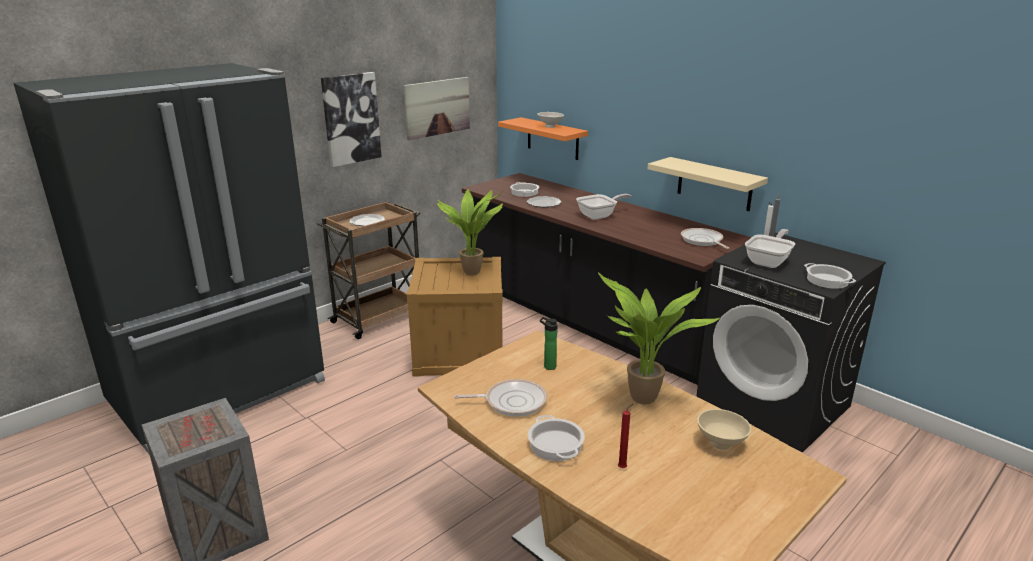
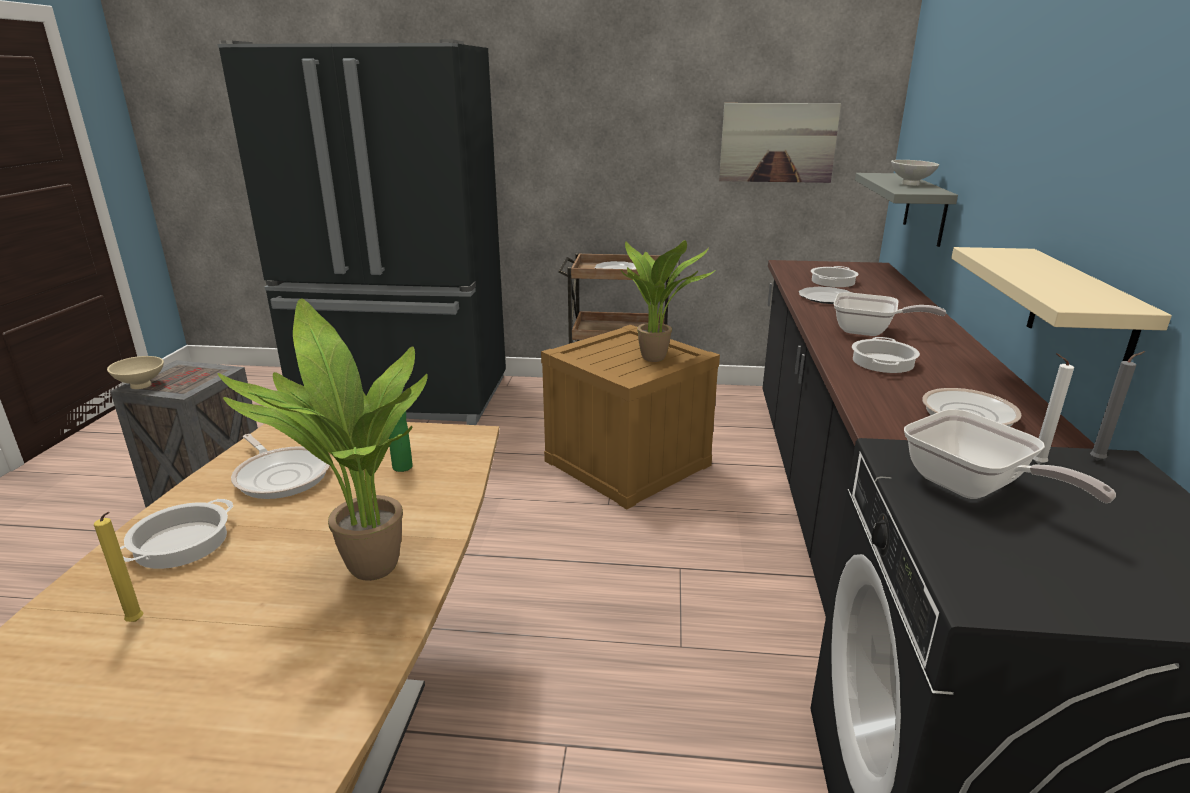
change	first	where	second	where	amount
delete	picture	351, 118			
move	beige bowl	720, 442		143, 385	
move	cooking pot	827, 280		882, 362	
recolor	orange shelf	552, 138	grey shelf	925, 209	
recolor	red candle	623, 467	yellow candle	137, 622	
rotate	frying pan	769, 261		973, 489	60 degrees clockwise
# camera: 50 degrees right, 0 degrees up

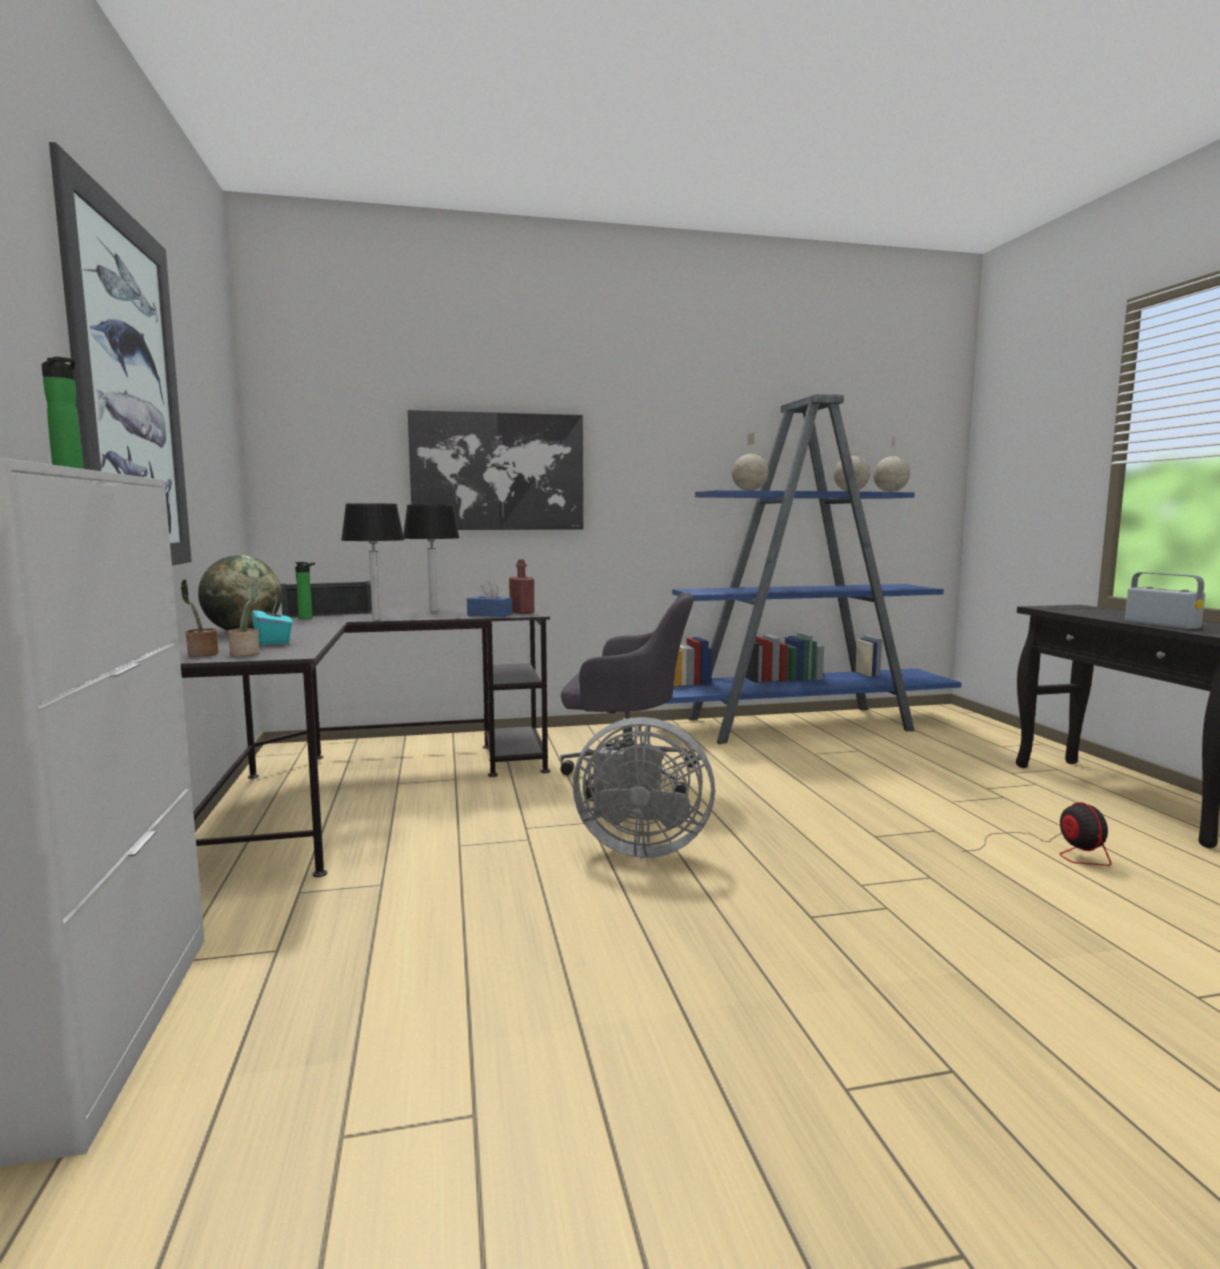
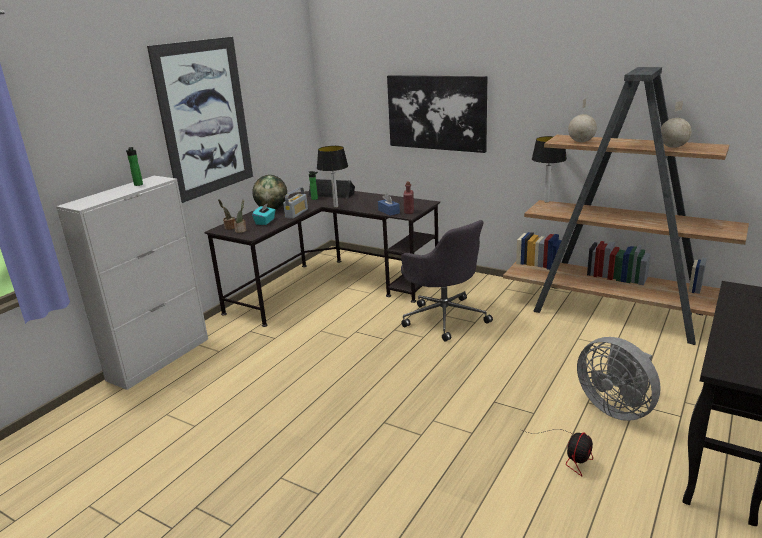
change	first	where	second	where	amount
delete	globe	890, 491			
move	table lamp	433, 611		546, 201	
move	grey fan	639, 846		616, 407	
move	radio	1161, 624		296, 213	
recolor	blue bookcase	801, 725	brown bookcase	619, 313	
# camera: 45 degrees right, 15 degrees up

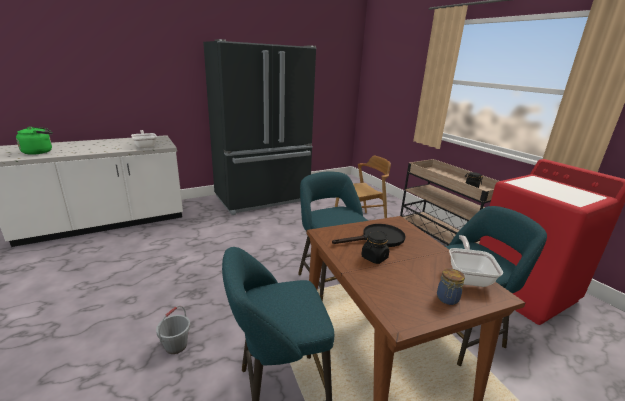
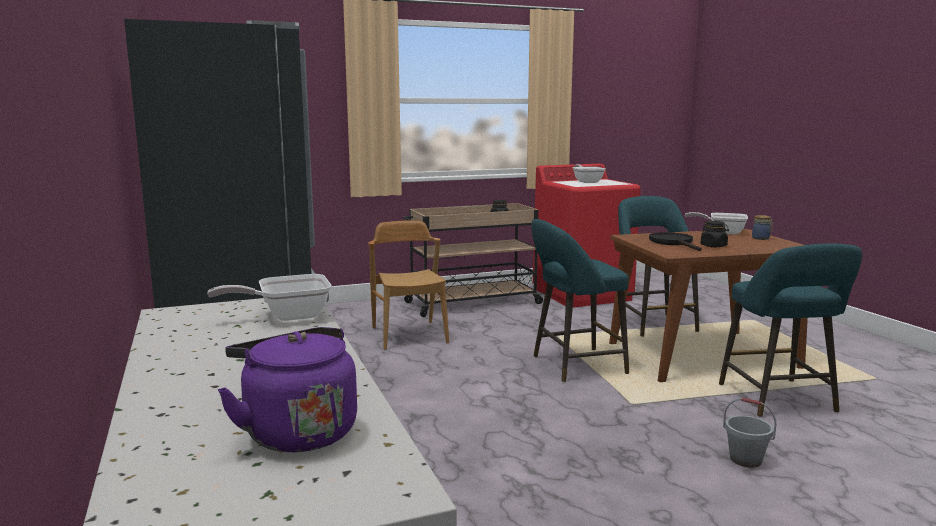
change	first	where	second	where	amount
insert			frying pan	587, 182	
recolor	green kettle	39, 152	purple kettle	297, 432	
# camera: 80 degrees left, 10 degrees down

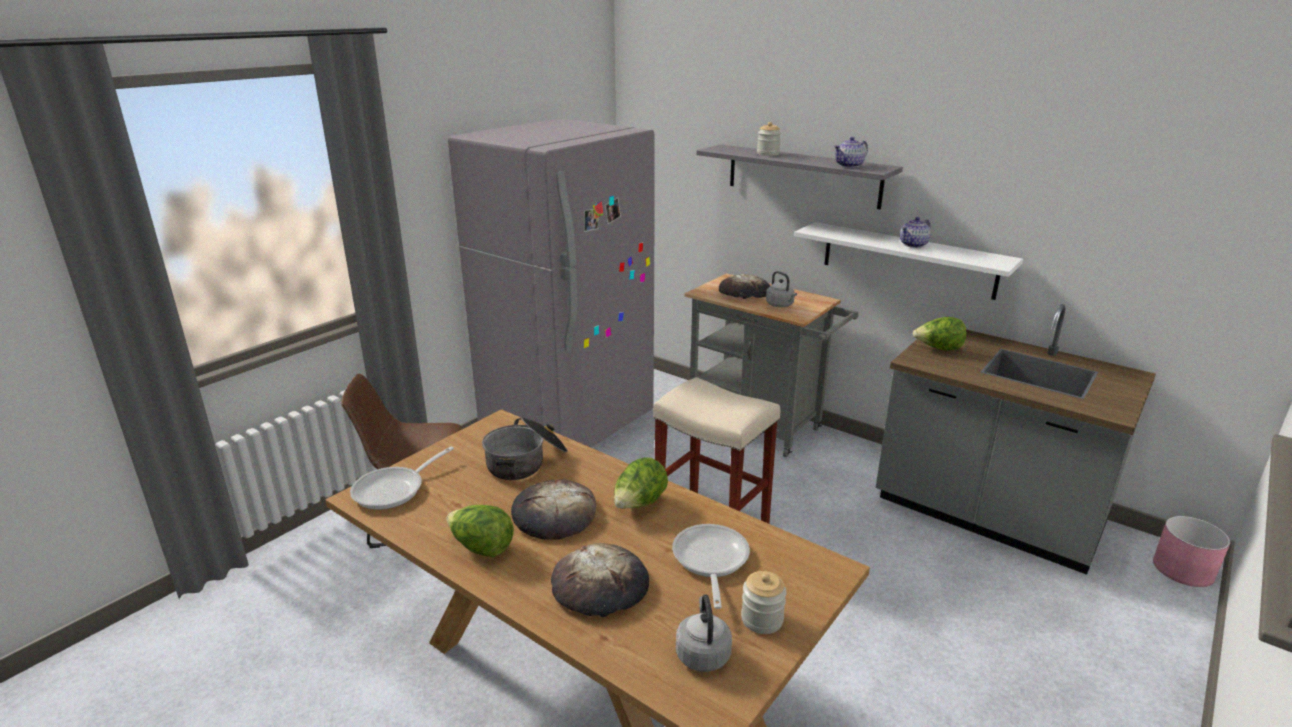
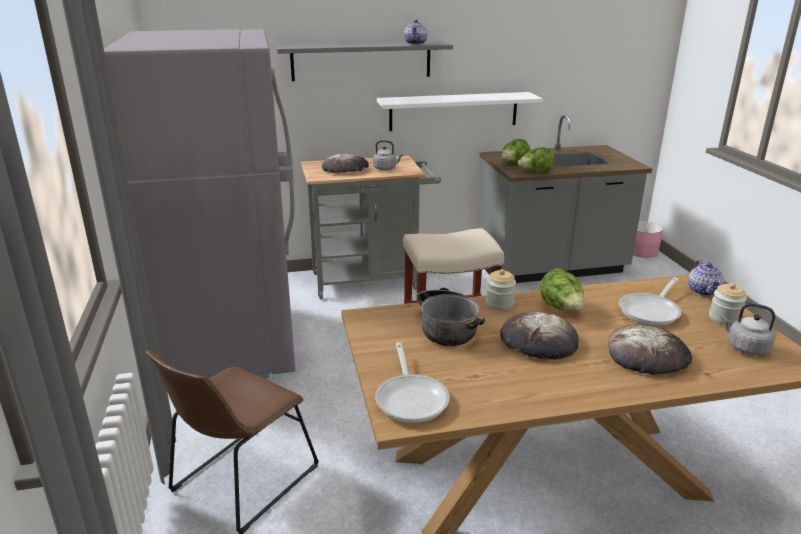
change	first	where	second	where	amount
move	lettuce	481, 548		535, 172	
move	jar	768, 154		499, 304	
move	teapot	914, 245		703, 291	
rotate	frying pan	710, 561		651, 311	90 degrees counterclockwise
# camera: 50 degrees left, 0 degrees up

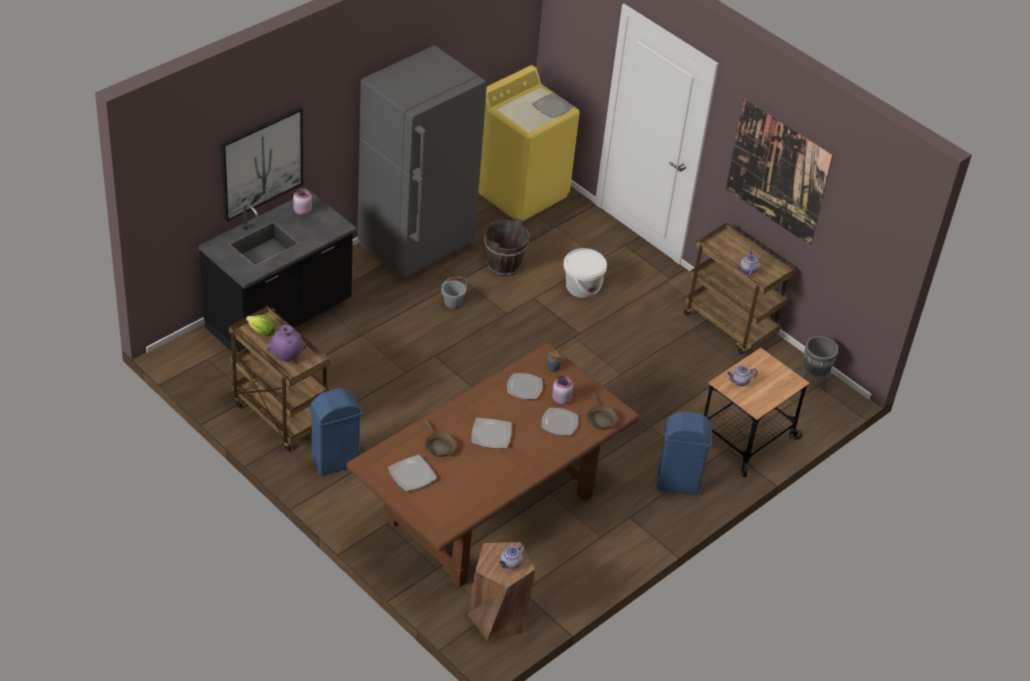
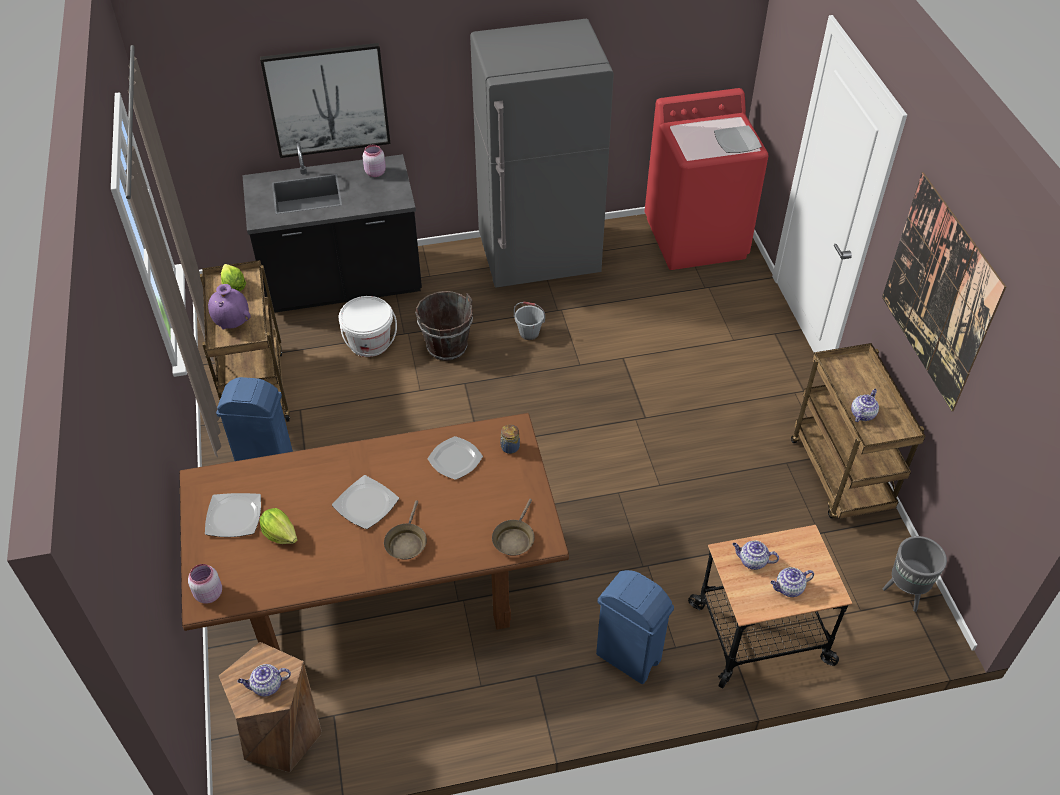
change	first	where	second	where	amount
delete	plate	559, 423			
insert			lettuce	280, 534	
insert			teapot	788, 588	
move	brown frying pan	438, 446		406, 542	
move	brown bucket	504, 266		447, 347	
move	pink jar	560, 399		208, 593	
move	white bucket	582, 287		369, 343	
recolor	yellow washing machine	520, 192	red washing machine	696, 237	
# camera: 35 degrees right, 5 degrees up

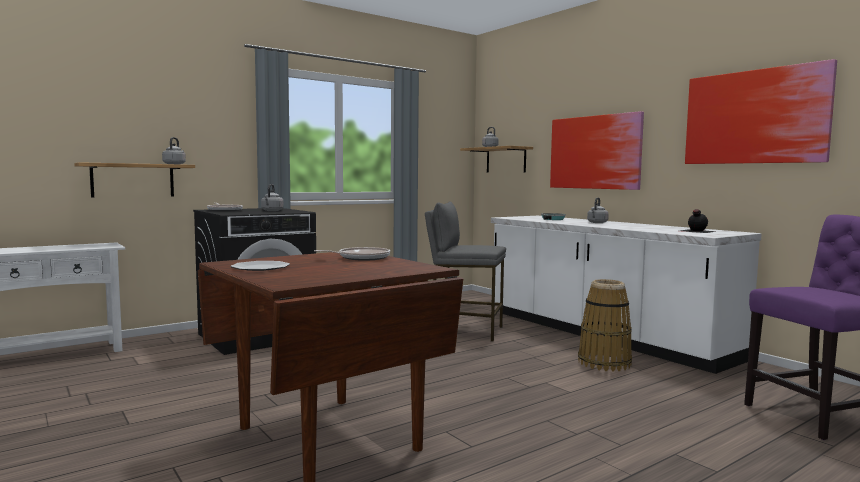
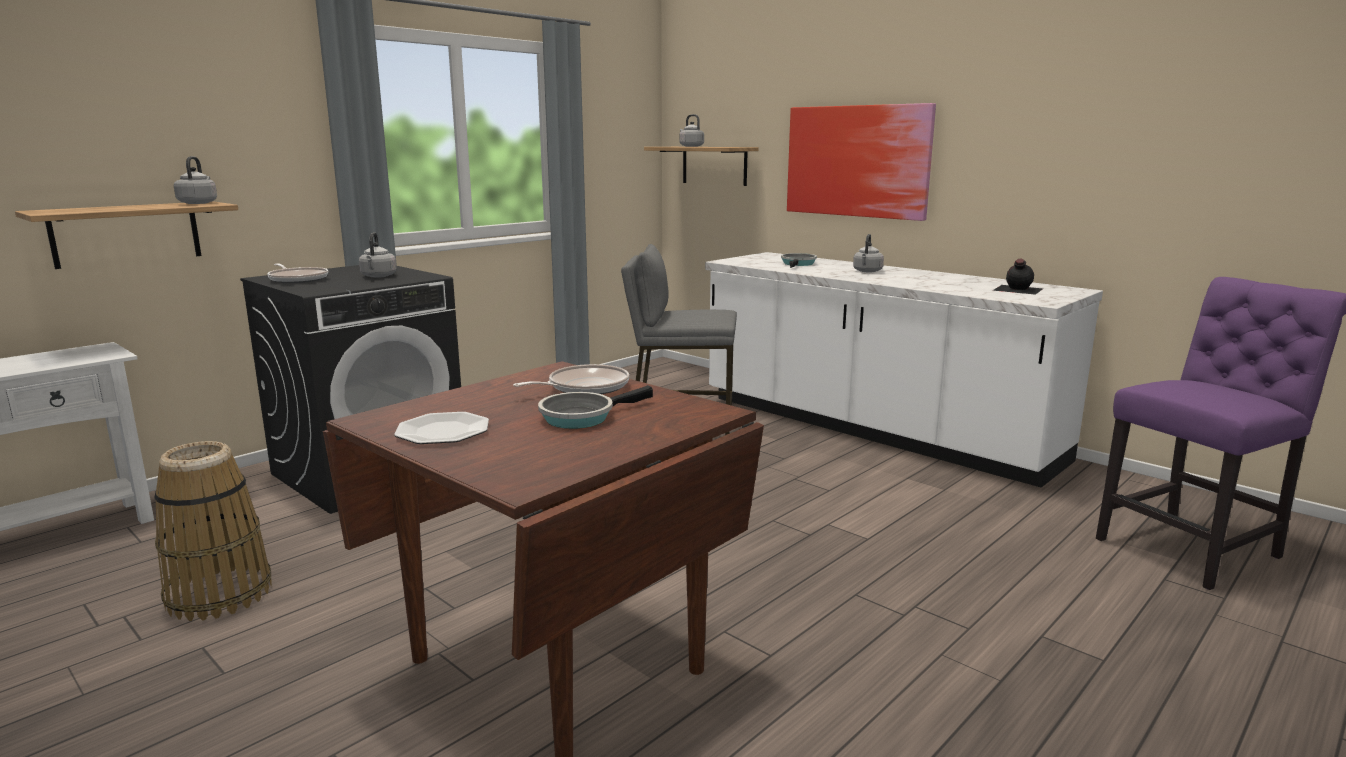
change	first	where	second	where	amount
delete	picture	755, 117			
insert			frying pan	582, 417	
move	basket	604, 363		219, 594	
# camera: 10 degrees left, 10 degrees up

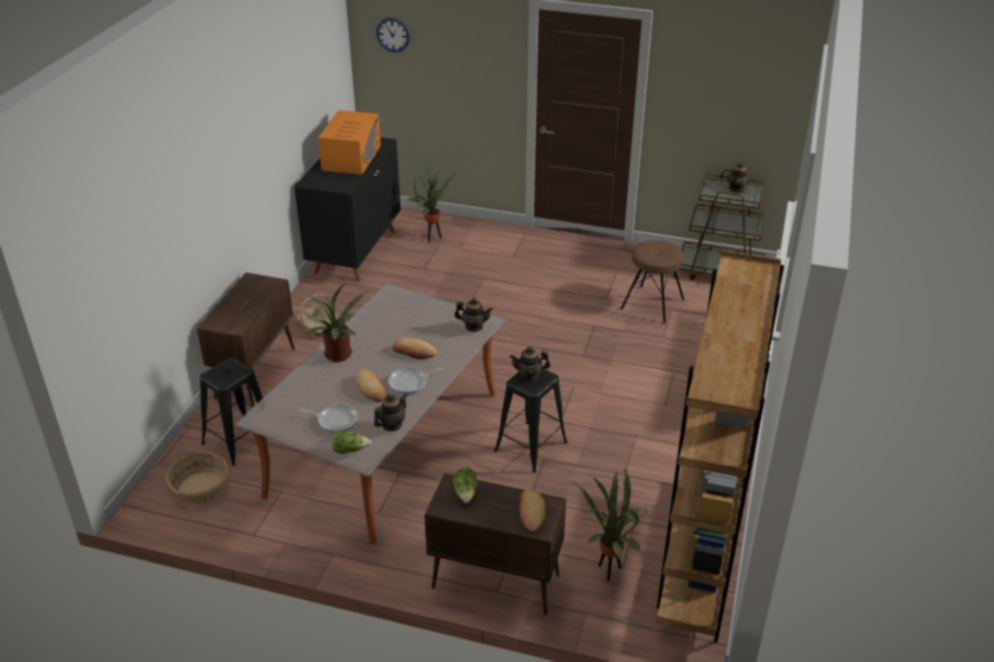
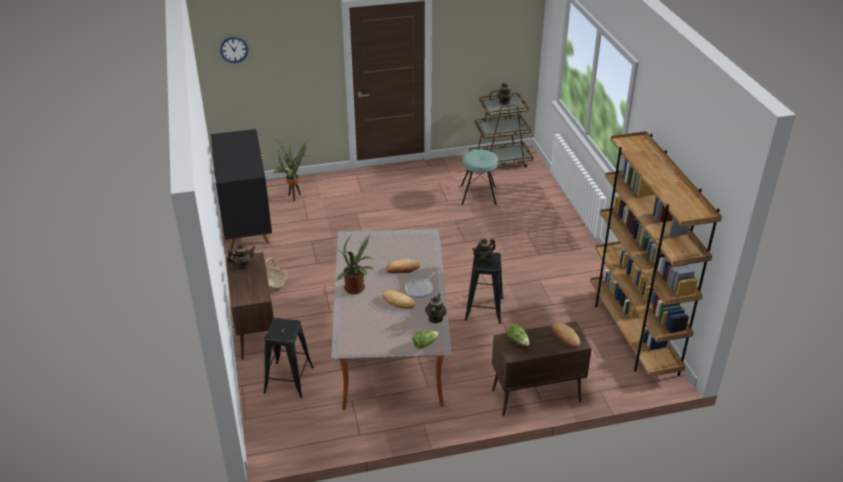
change	first	where	second	where	amount
delete	basket	201, 488			
delete	frying pan	336, 420			
delete	orange microwave	351, 157			
delete	potted plant	608, 572			
move	teapot	474, 327		243, 265	
recolor	brown stool	652, 304	turquoise stool	478, 195	
# camera: 30 degrees left, 0 degrees up

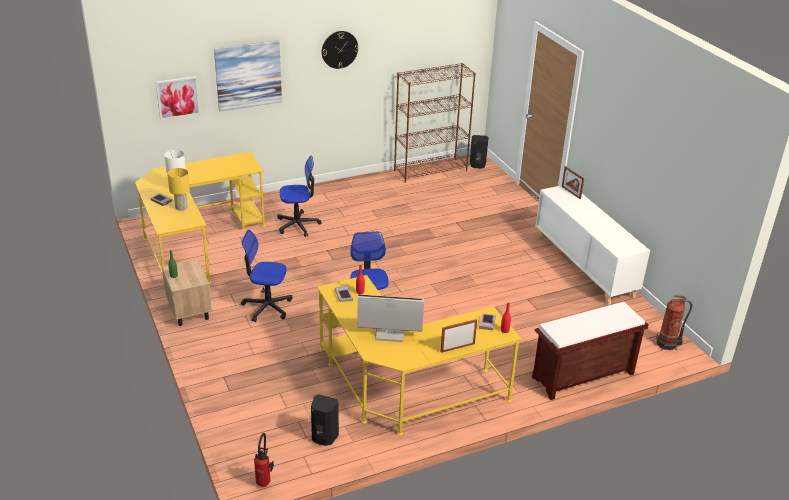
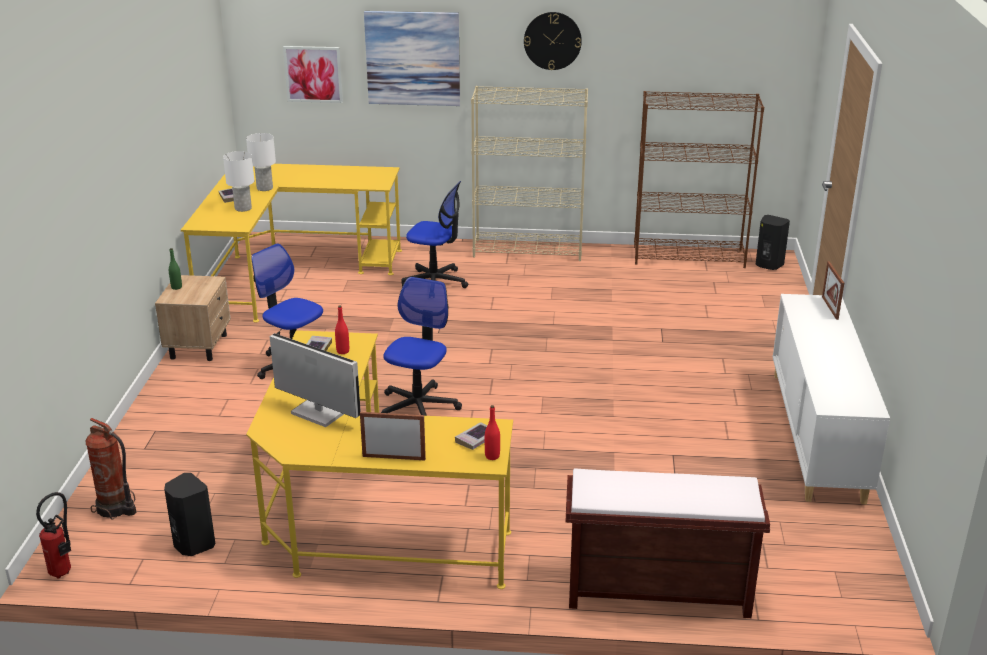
change	first	where	second	where	amount
insert			beige bookcase	528, 250	
move	fire extinguisher	667, 344		115, 509	
recolor	yellow table lamp	181, 207	white table lamp	243, 208	
# camera: 30 degrees right, 5 degrees down

